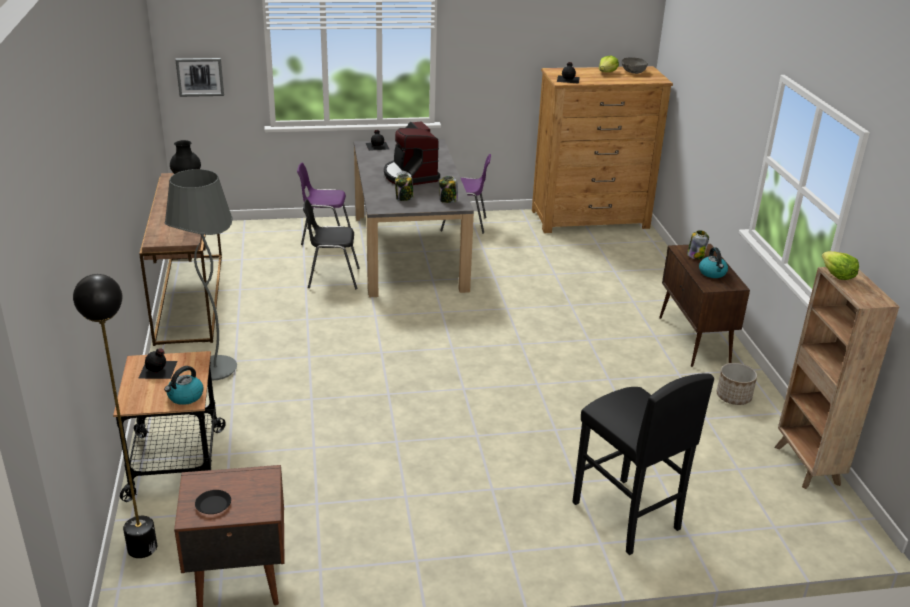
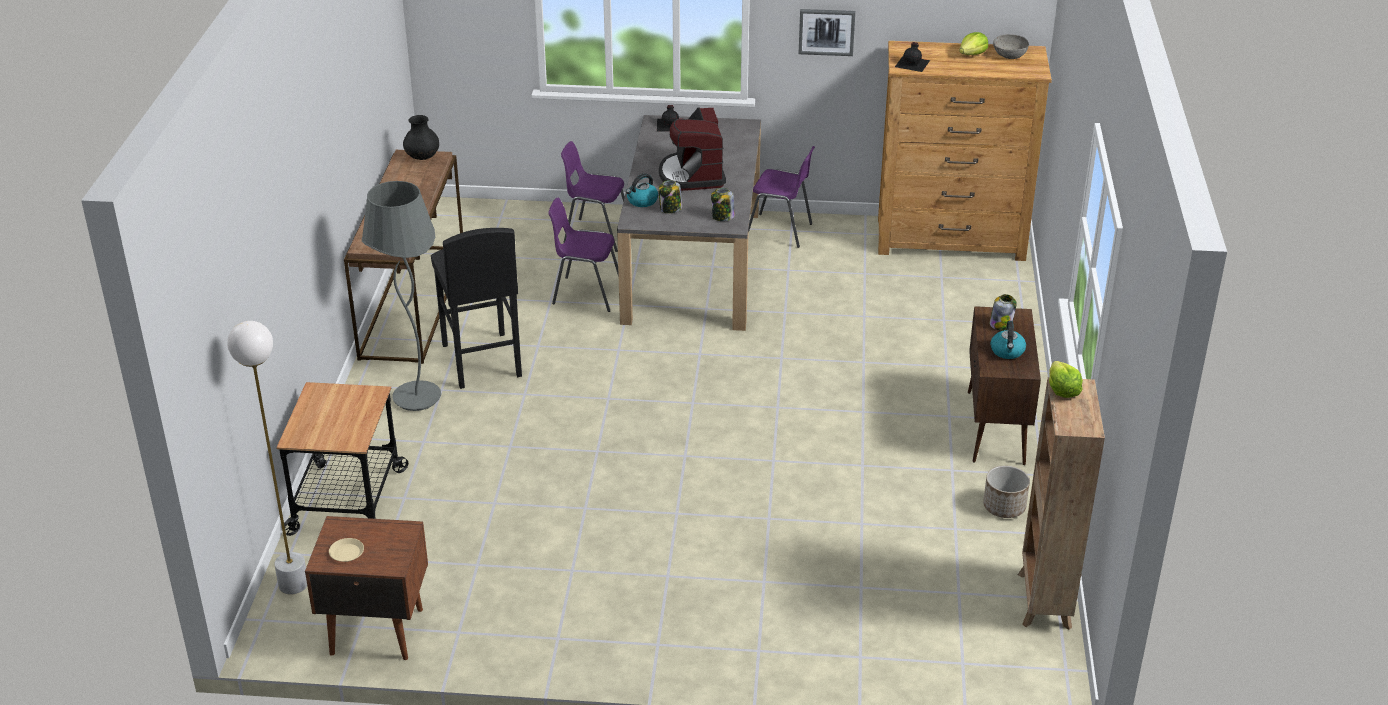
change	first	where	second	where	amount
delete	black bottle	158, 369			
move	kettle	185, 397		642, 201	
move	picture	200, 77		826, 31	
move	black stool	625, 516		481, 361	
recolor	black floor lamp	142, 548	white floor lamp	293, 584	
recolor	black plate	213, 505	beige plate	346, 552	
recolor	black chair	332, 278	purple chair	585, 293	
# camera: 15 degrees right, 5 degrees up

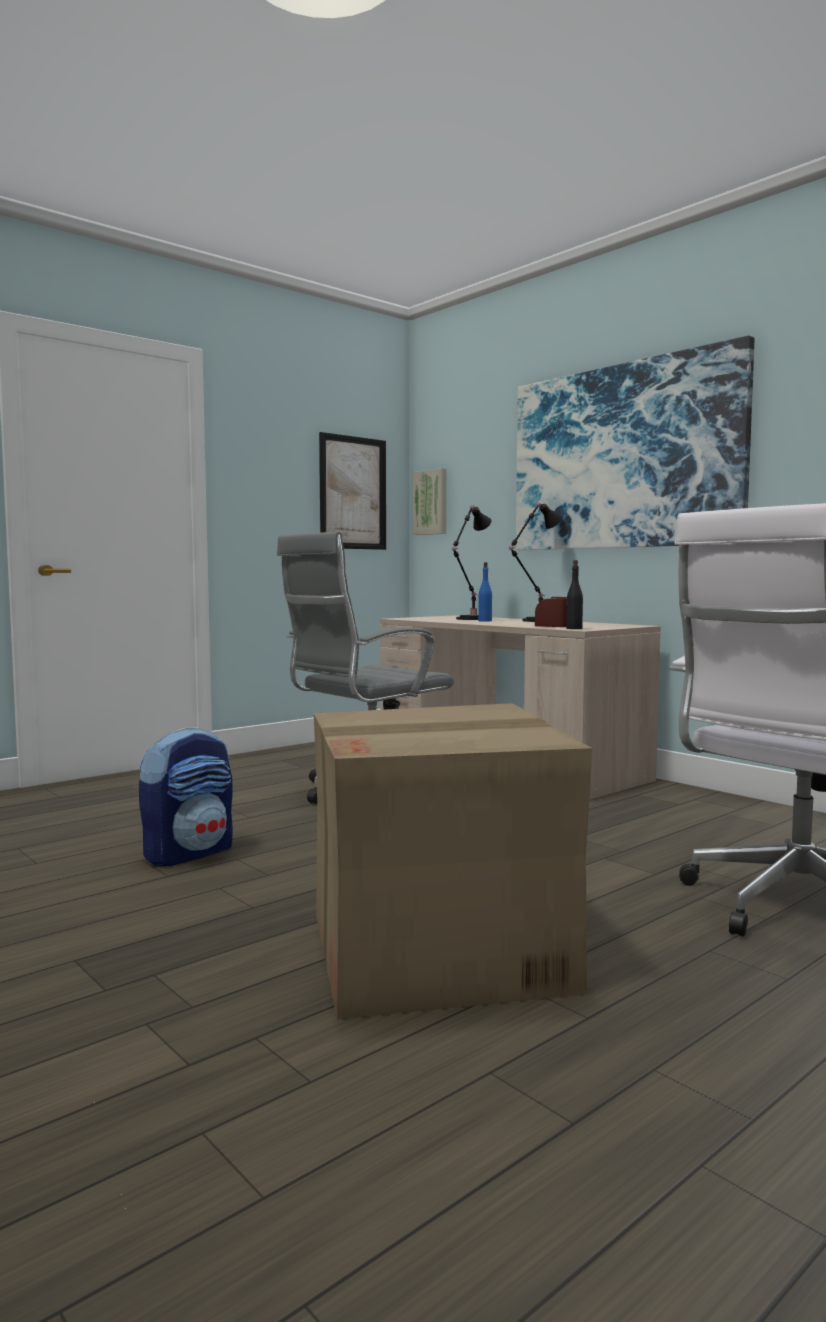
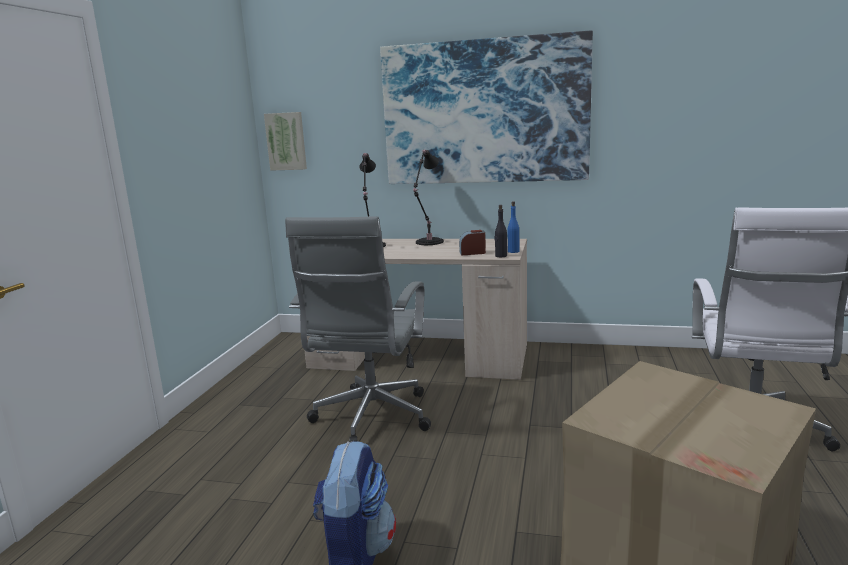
change	first	where	second	where	amount
delete	picture	353, 493			
move	blue bottle	485, 621		513, 251	
# camera: 35 degrees left, 10 degrees up

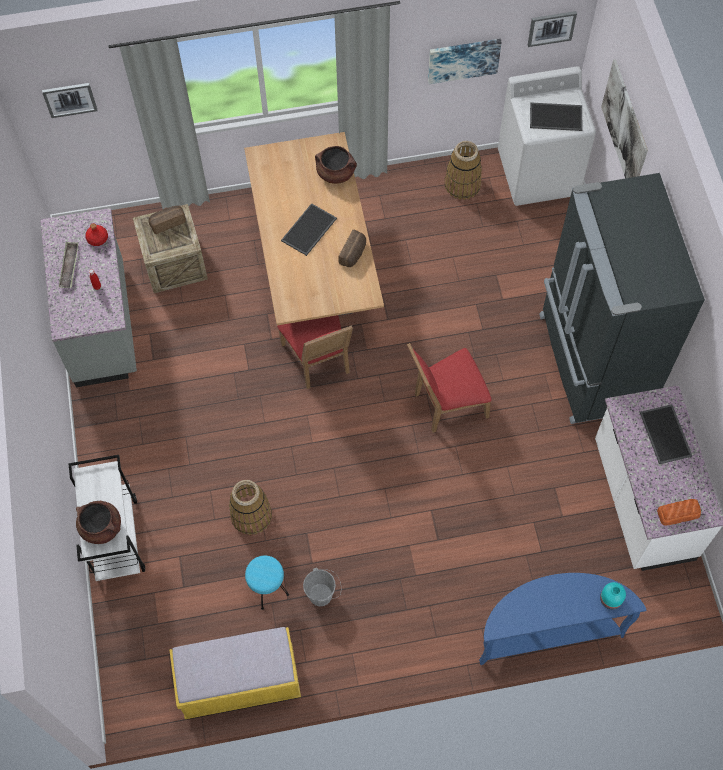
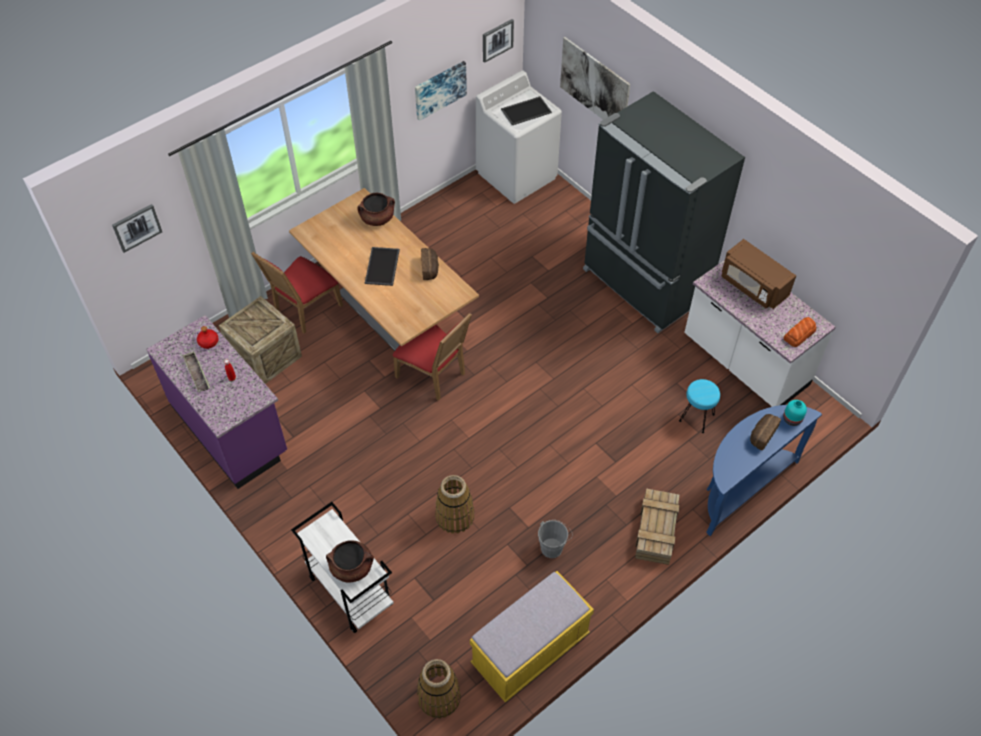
change	first	where	second	where	amount
insert			crate	656, 531	
move	bread	167, 222		761, 435	
move	turquoise stool	268, 589		696, 418	
move	red chair	446, 404		305, 310	
move	basket	462, 184		438, 697	
replace	tray	666, 434	brown microwave	753, 286	
recolor	grey counter	102, 324	purple counter	230, 429	
# camera: 30 degrees left, 10 degrees down

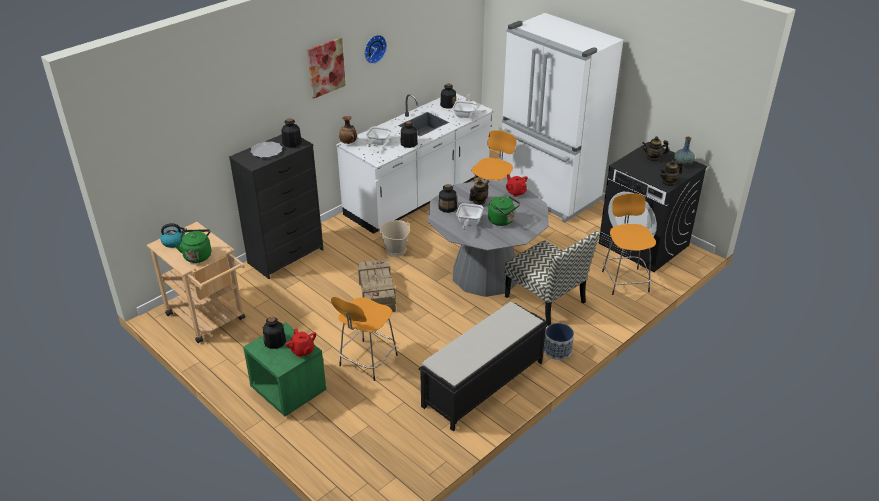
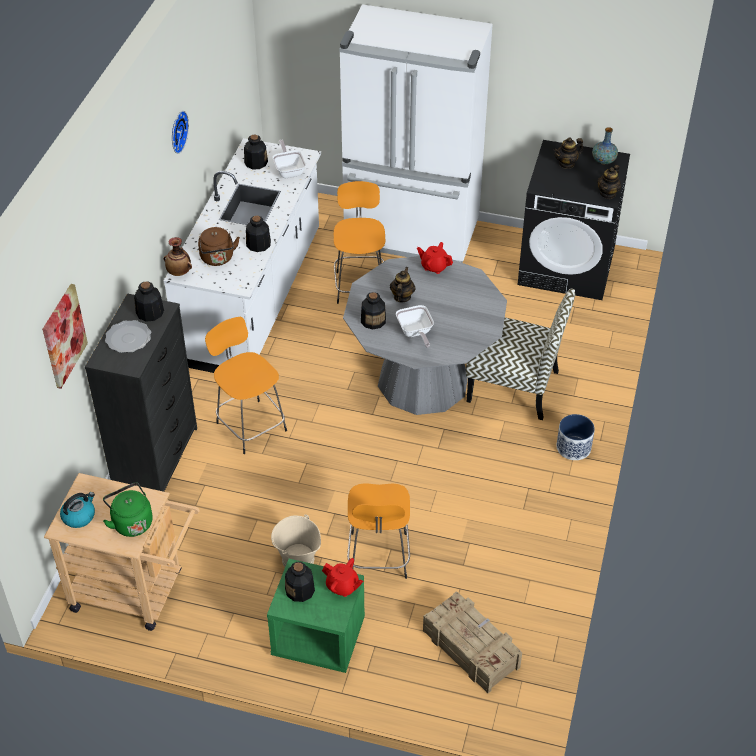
change	first	where	second	where	amount
delete	black bench	482, 385			
delete	green kettle	502, 221			
move	picture	326, 67		63, 336	
move	crate	377, 293		471, 648	
move	beige bucket	395, 250		297, 559	
move	orange stool	624, 280		250, 425	
replace	frying pan	377, 143	brown kettle	218, 259	
# camera: 30 degrees left, 10 degrees up

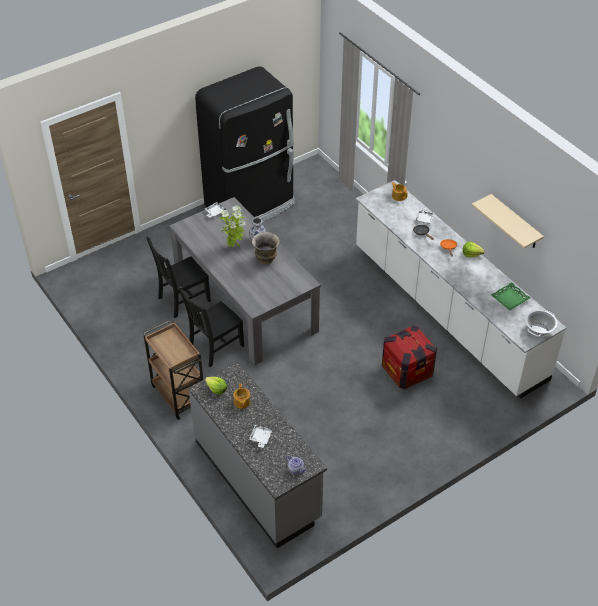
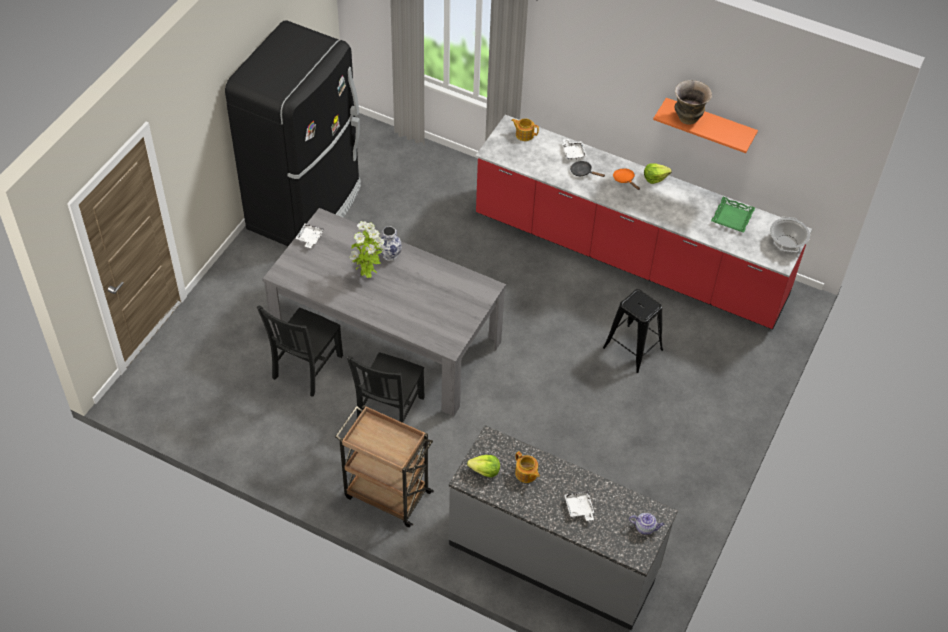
change	first	where	second	where	amount
move	vase	266, 259		688, 118	
replace	crate	407, 371	black stool	632, 348	
recolor	white counter	446, 312	red counter	629, 257	
recolor	beige shelf	515, 222	orange shelf	709, 123	
# camera: 30 degrees left, 5 degrees up

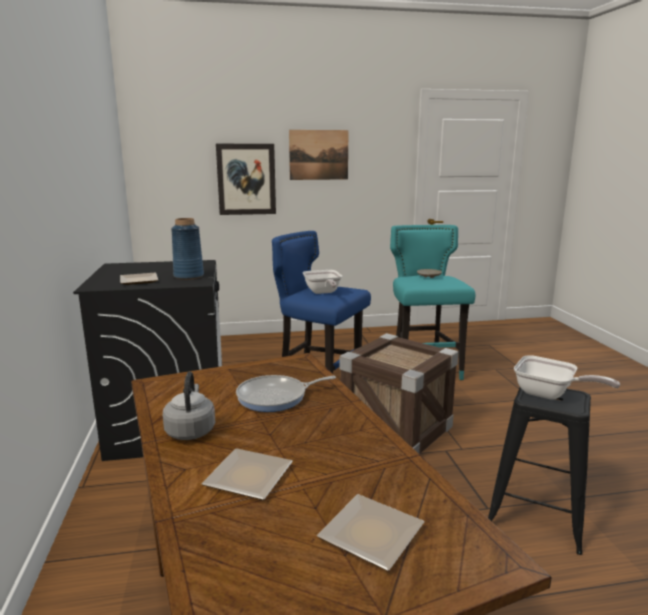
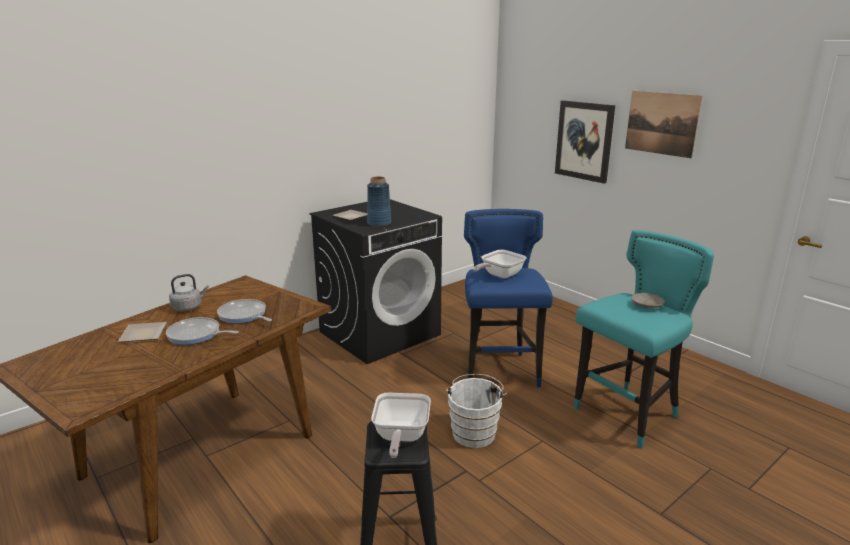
change	first	where	second	where	amount
delete	plate	370, 532			
insert			frying pan	196, 335	
replace	crate	396, 430	white bucket	474, 432	
# camera: 60 degrees right, 5 degrees up

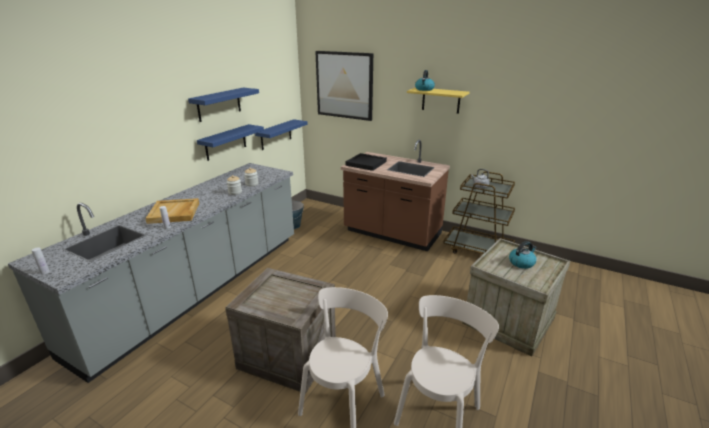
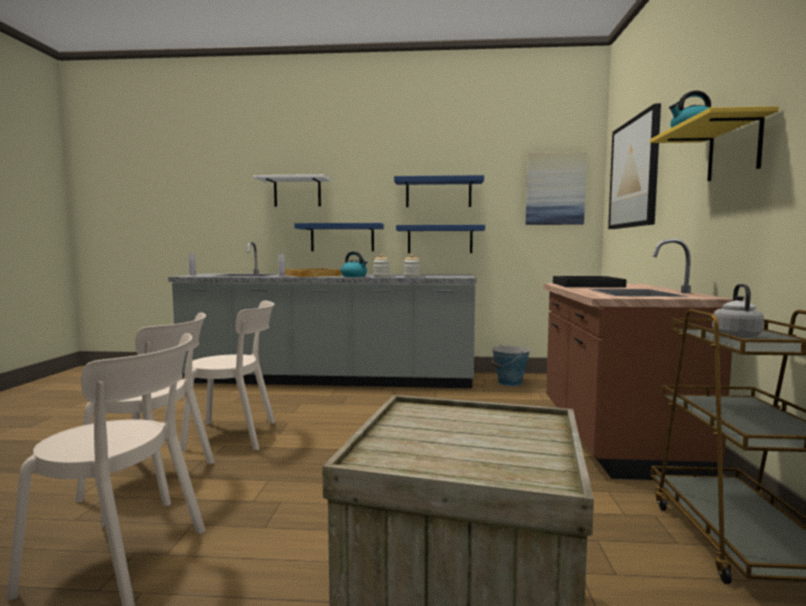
change	first	where	second	where	amount
insert			white shelf	297, 192	
insert			picture	555, 189	
move	blue shelf	276, 134		342, 237	
move	kettle	521, 263		354, 276	
replace	crate	288, 356	beige chair	236, 435	
# camera: 65 degrees right, 20 degrees down

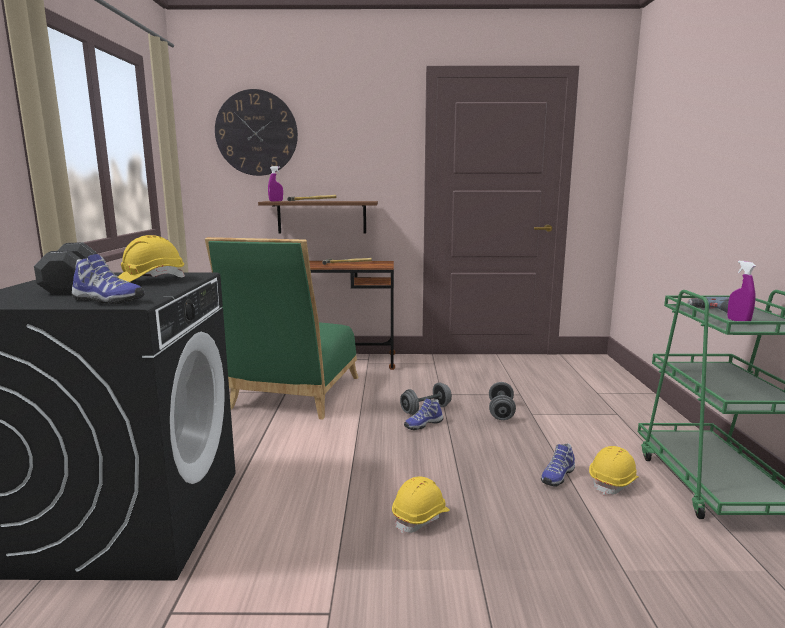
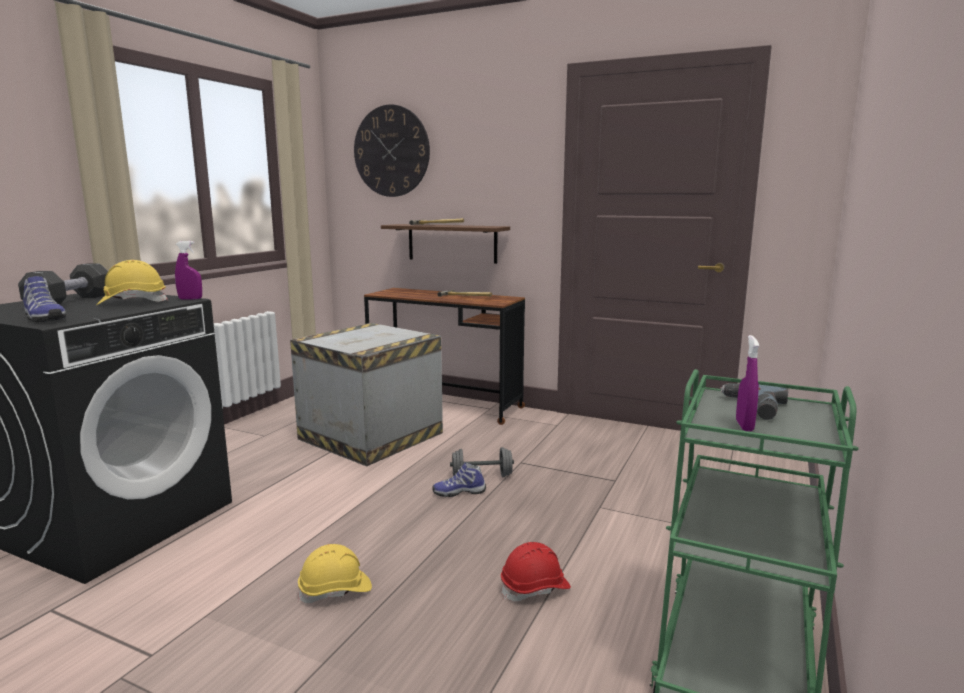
change	first	where	second	where	amount
delete	grey dumbbell	501, 412			
delete	yellow hard hat	613, 482			
move	purple spray bottle	276, 201		190, 299	
replace	green chair	293, 396	crate	370, 435	
replace	shoe	557, 476	red hard hat	535, 588	
# camera: 25 degrees right, 0 degrees up

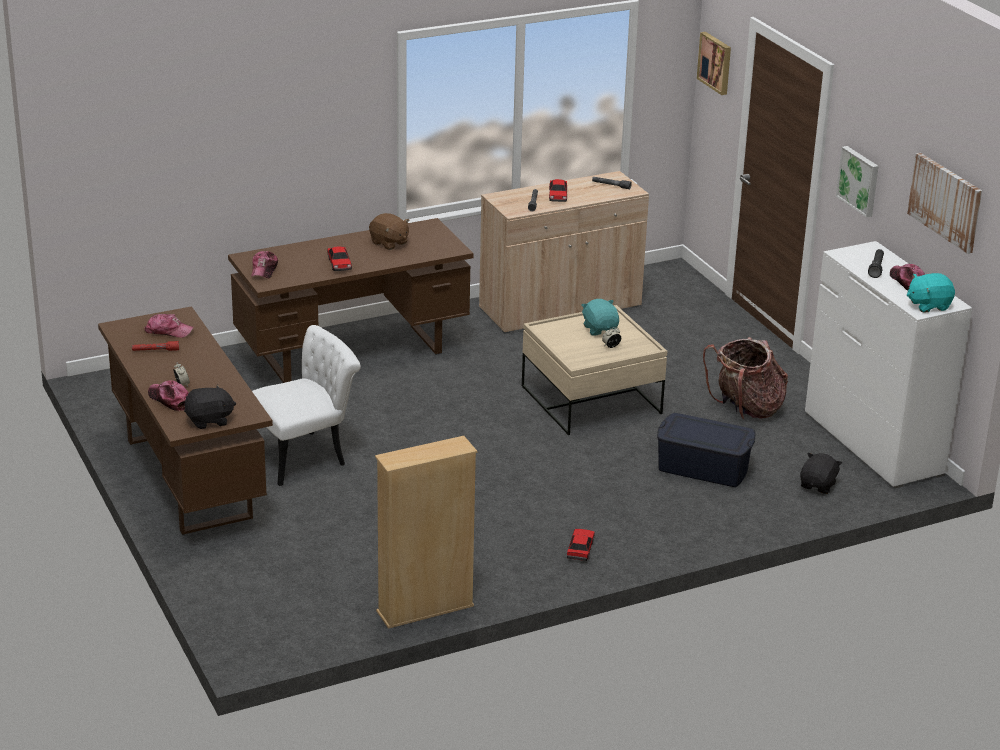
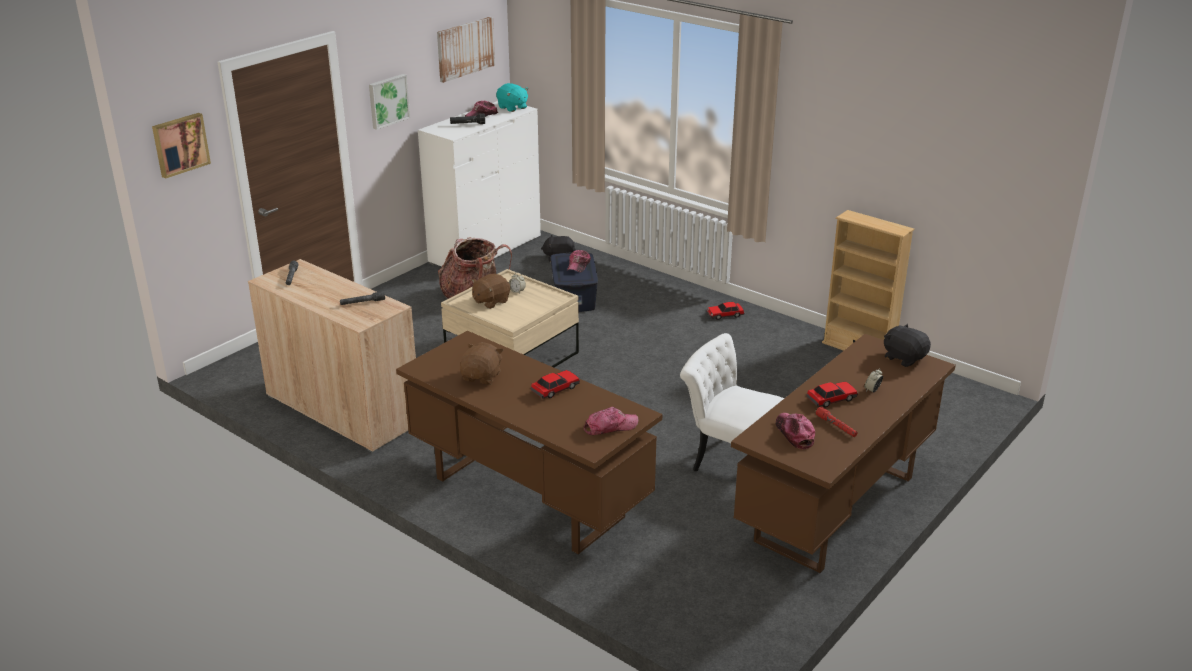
change	first	where	second	where	amount
move	cap	169, 400		578, 265	
move	toy car	558, 196		832, 399	
recolor	turquoise plush toy	600, 329	brown plush toy	490, 301	
# camera: 115 degrees left, 0 degrees up

